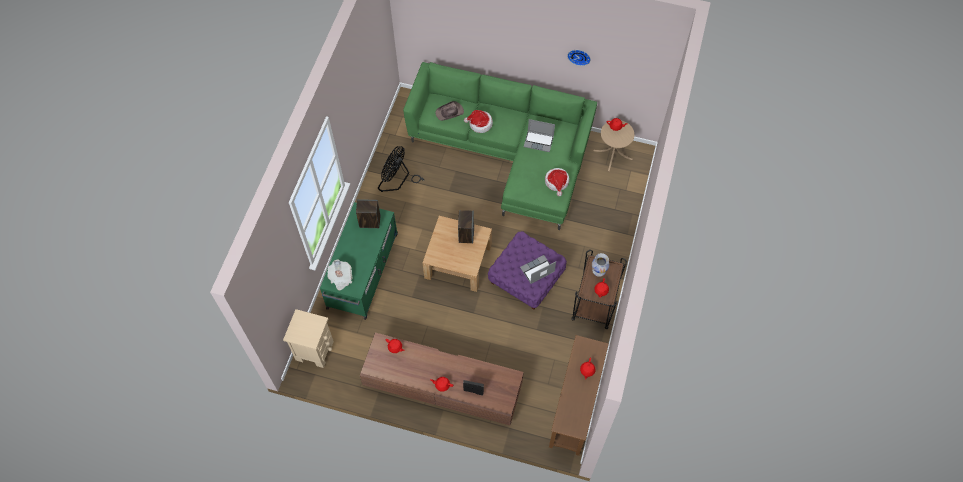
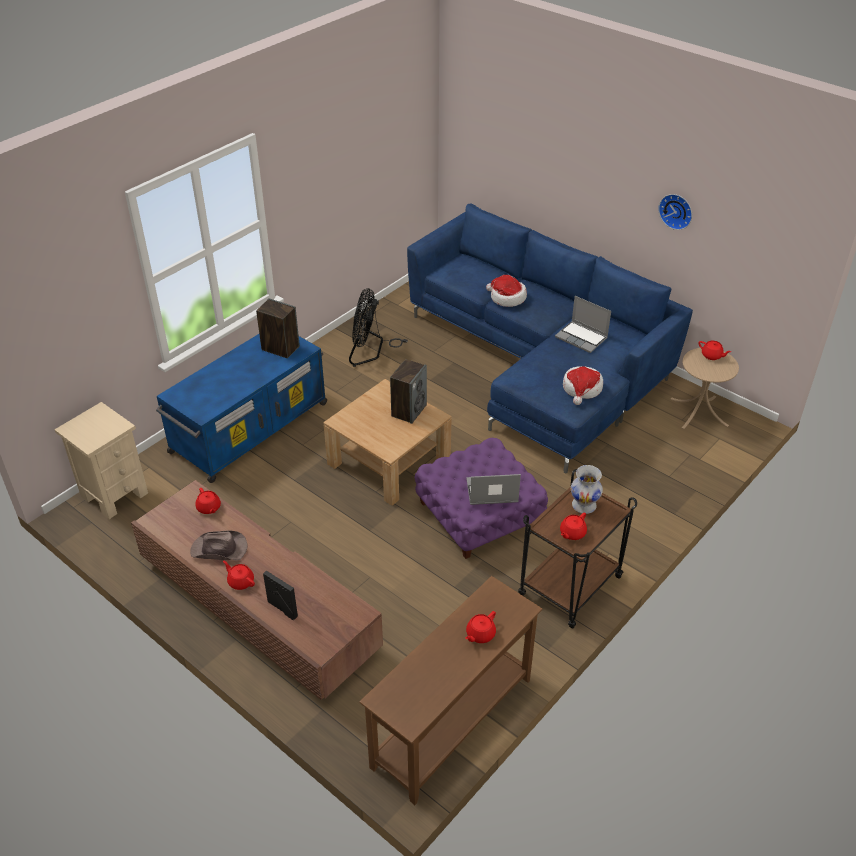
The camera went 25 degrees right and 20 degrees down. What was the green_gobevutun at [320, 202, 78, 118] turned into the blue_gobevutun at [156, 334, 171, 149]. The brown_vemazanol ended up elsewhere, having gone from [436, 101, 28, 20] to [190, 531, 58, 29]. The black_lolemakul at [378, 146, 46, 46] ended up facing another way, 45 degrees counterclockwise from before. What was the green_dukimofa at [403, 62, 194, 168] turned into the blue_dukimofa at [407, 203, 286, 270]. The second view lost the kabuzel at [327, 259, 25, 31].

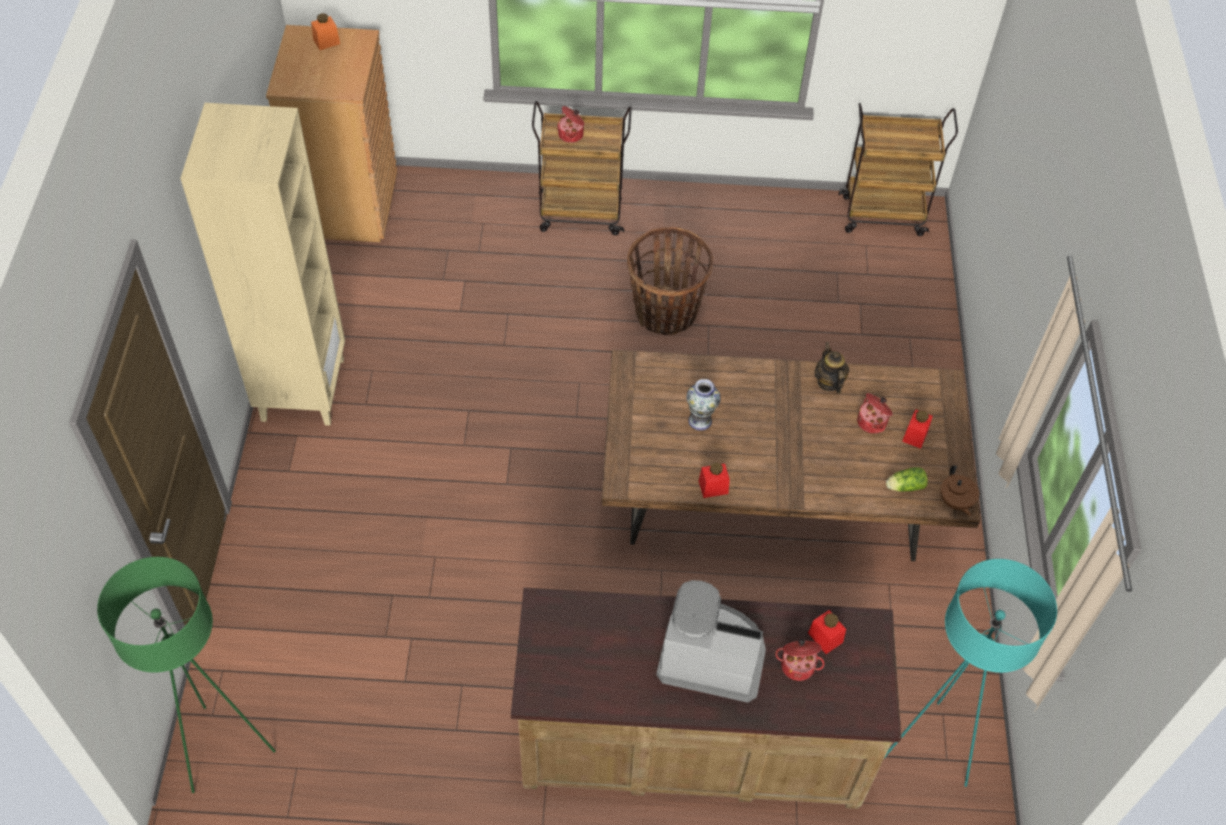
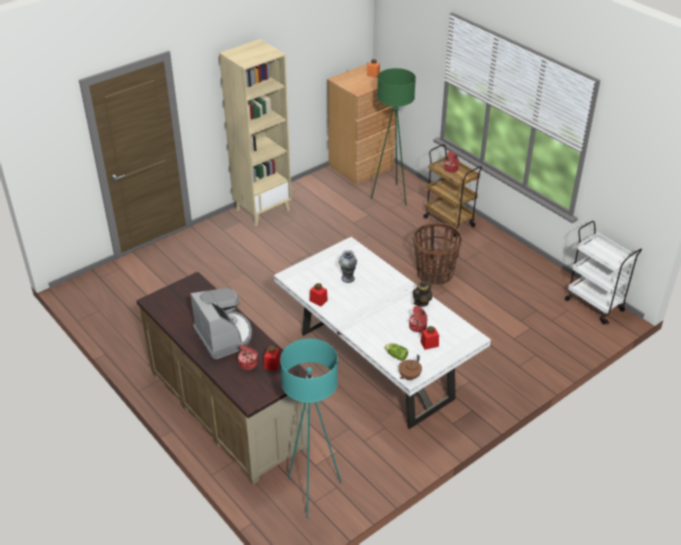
The camera went 50 degrees right and 15 degrees down. What was the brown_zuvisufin at [602, 350, 379, 211] turned into the white_zuvisufin at [274, 237, 217, 192]. The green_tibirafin ended up elsewhere, having gone from [97, 557, 179, 236] to [371, 68, 45, 138]. What was the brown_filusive at [839, 103, 119, 133] turned into the white_filusive at [565, 221, 77, 103].

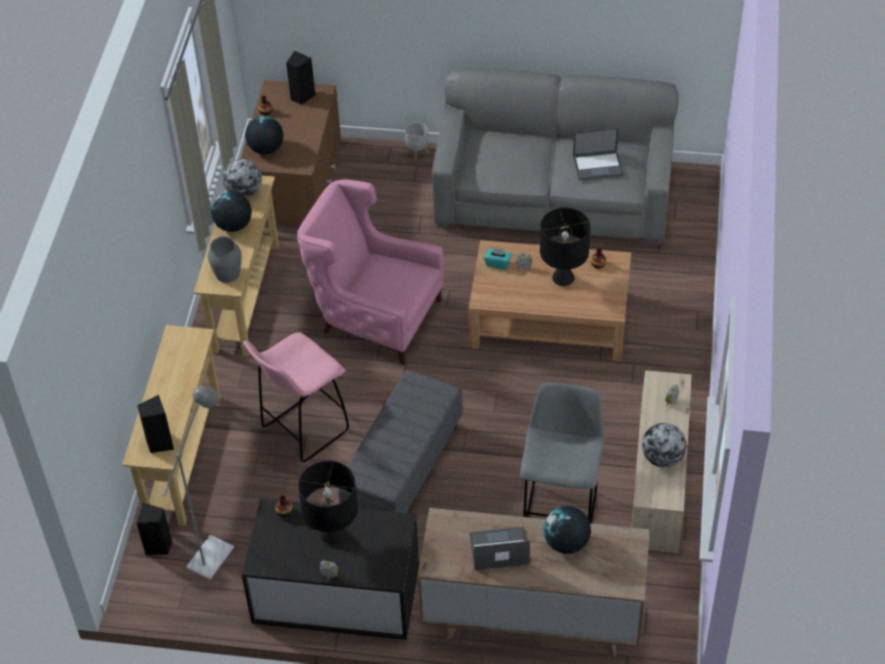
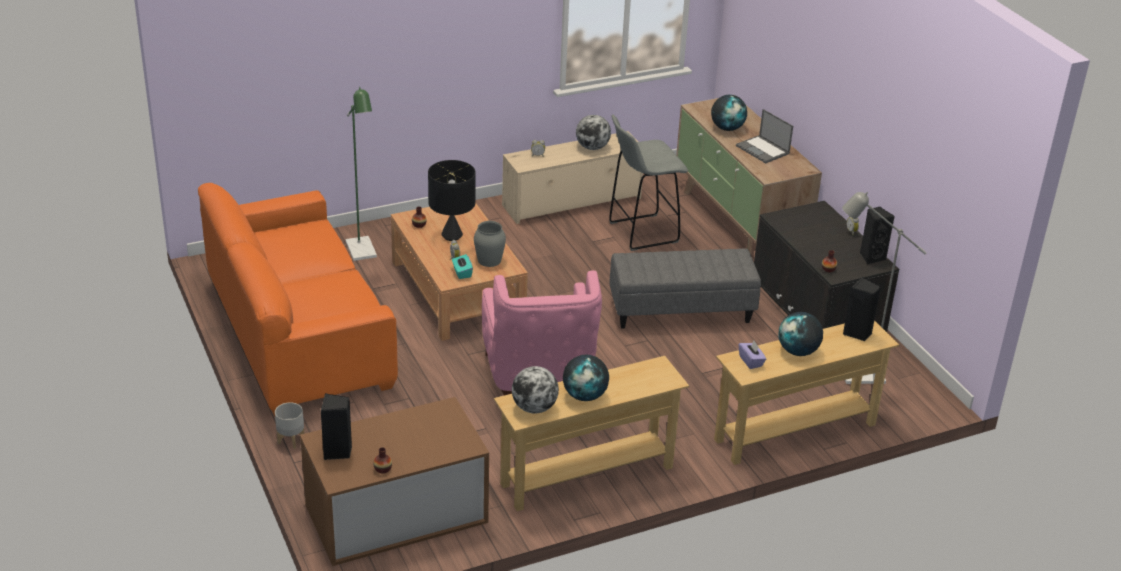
The camera went 125 degrees left and 15 degrees down. What was the grey_dukimofa at [432, 68, 247, 177] turned into the orange_dukimofa at [198, 183, 200, 233]. The second view gained the green_tibirafin at [346, 87, 31, 174]. The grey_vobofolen ended up elsewhere, having gone from [208, 236, 33, 47] to [474, 221, 32, 46]. The second view gained the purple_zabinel at [739, 341, 27, 28]. The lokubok ended up elsewhere, having gone from [245, 116, 39, 39] to [778, 312, 45, 44]. The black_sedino ended up elsewhere, having gone from [137, 503, 35, 53] to [860, 207, 35, 58]. The second view lost the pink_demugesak at [244, 332, 105, 132]. The second view lost the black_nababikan at [298, 461, 60, 83]. The second view lost the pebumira at [573, 128, 50, 53].

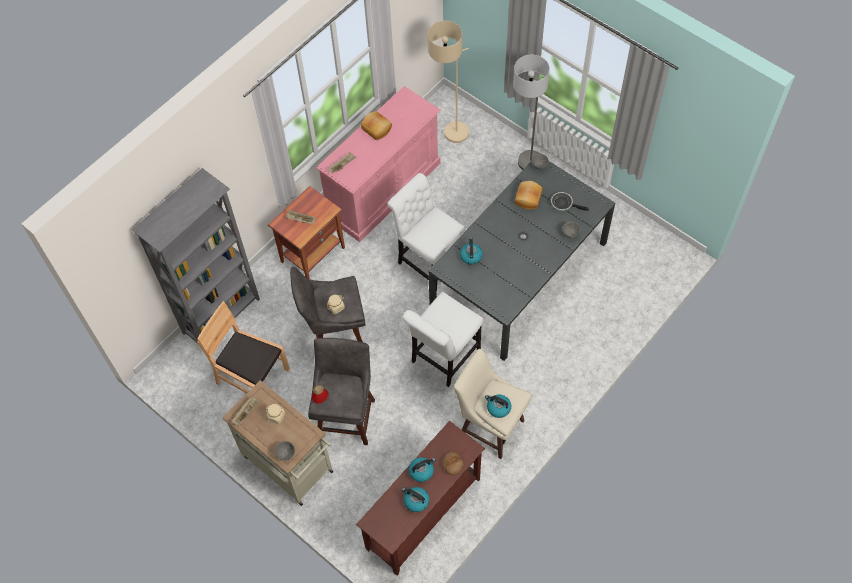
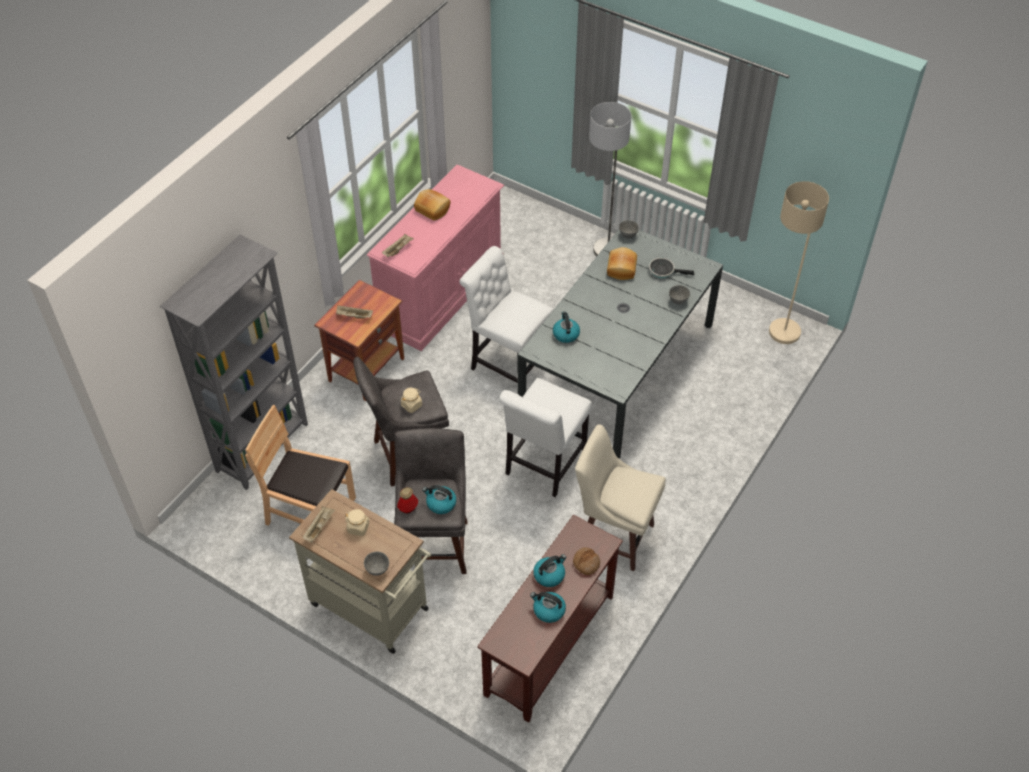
The camera went 10 degrees left and 10 degrees down. The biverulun ended up elsewhere, having gone from [485, 394, 26, 24] to [422, 485, 34, 29]. The beige_tibirafin ended up elsewhere, having gone from [428, 21, 41, 122] to [769, 181, 60, 163].

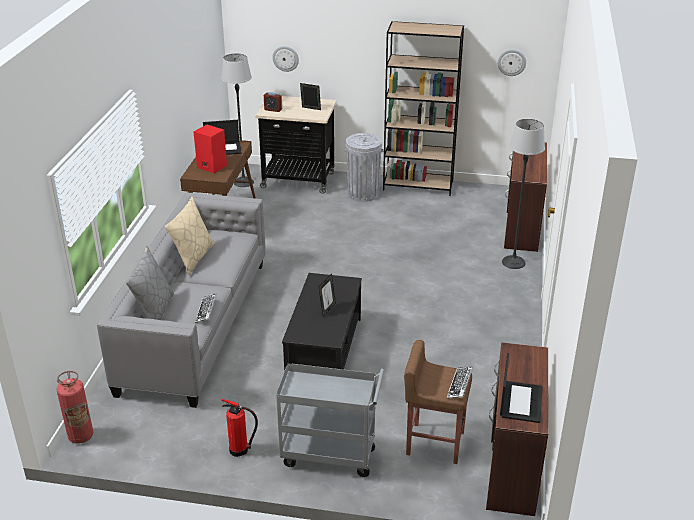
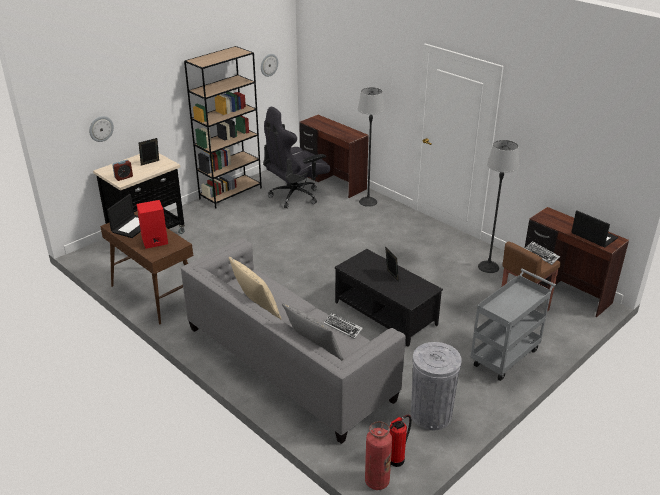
The camera went 55 degrees left and 0 degrees up. The second view gained the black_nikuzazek at [263, 107, 68, 102]. The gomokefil ended up elsewhere, having gone from [222, 399, 36, 58] to [390, 415, 22, 52]. The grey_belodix ended up elsewhere, having gone from [345, 133, 38, 69] to [411, 342, 51, 88]. The tibirafin ended up elsewhere, having gone from [221, 53, 33, 134] to [478, 140, 41, 133].

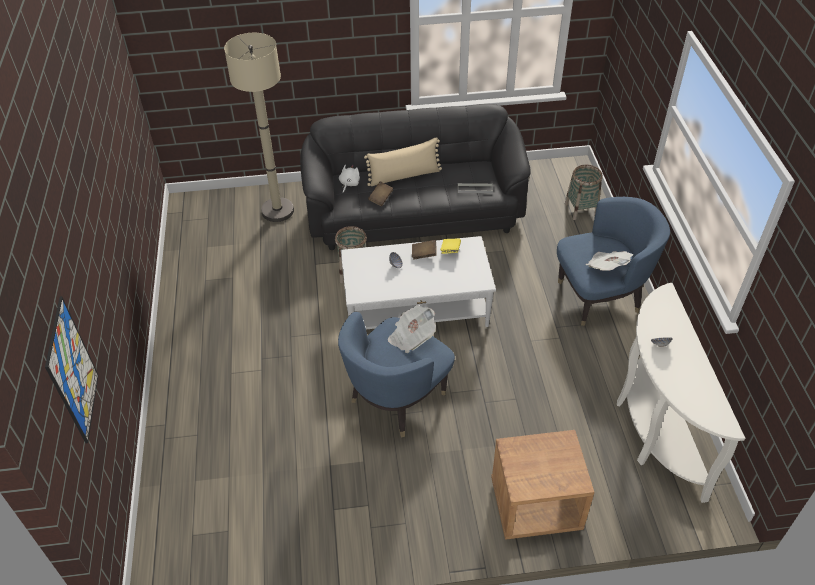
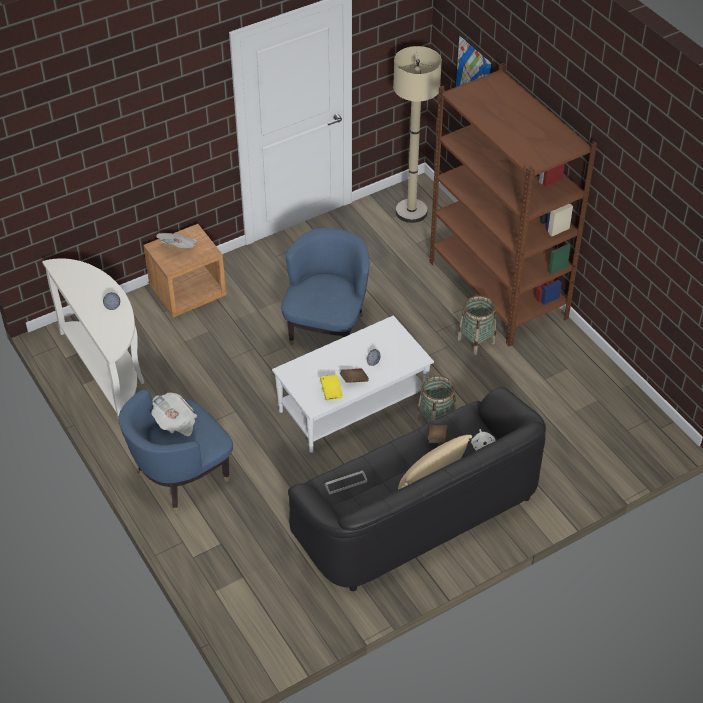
The camera went 155 degrees right and 0 degrees up. The kabuzel ended up elsewhere, having gone from [388, 305, 48, 48] to [156, 233, 41, 16]. The beige_tibirafin ended up elsewhere, having gone from [224, 33, 70, 189] to [393, 46, 49, 177]. The second view gained the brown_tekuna at [430, 63, 167, 283]. The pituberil ended up elsewhere, having gone from [565, 165, 37, 55] to [457, 296, 39, 59].

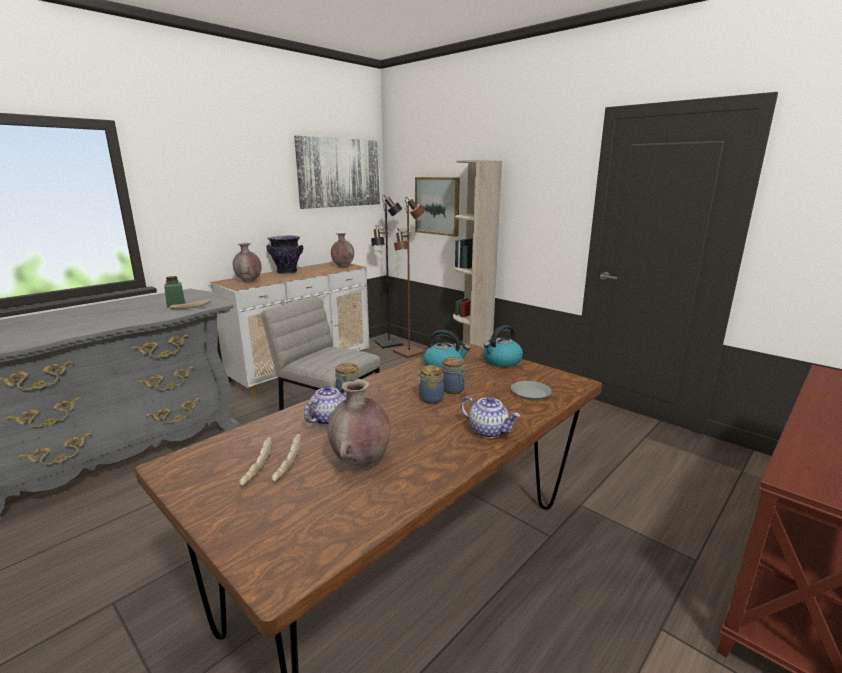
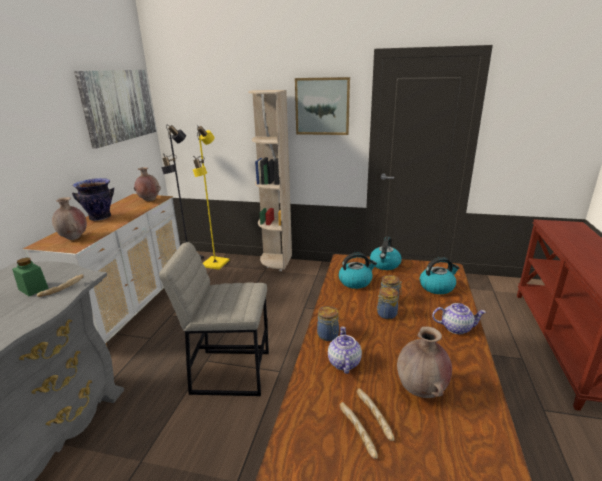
The camera went 30 degrees left and 5 degrees up. What was the brown_tibirafin at [393, 197, 33, 161] turned into the yellow_tibirafin at [193, 125, 36, 145]. The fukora ended up elsewhere, having gone from [415, 177, 45, 60] to [295, 77, 55, 58]. Where the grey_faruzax stood at [511, 381, 40, 19], the biverulun came to stand at [420, 257, 40, 37].

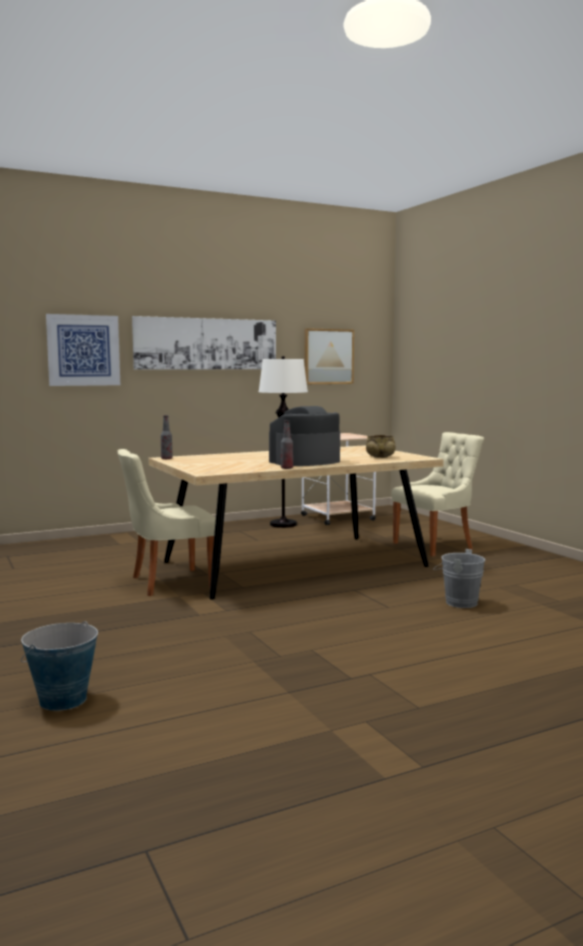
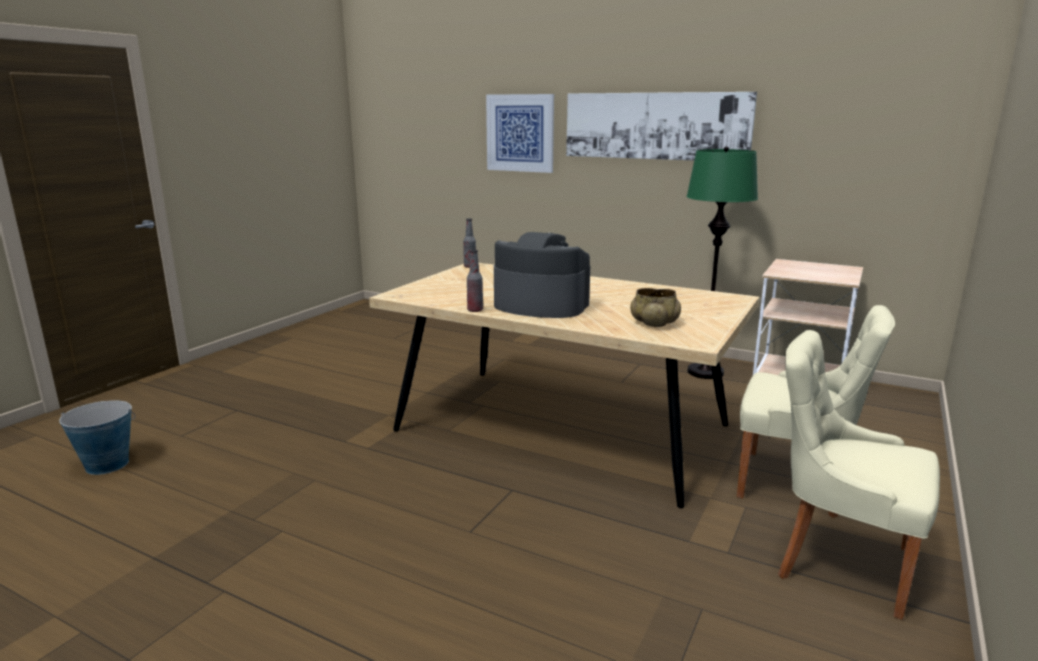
The camera went 55 degrees right and 10 degrees up. What was the white_tibirafin at [259, 356, 49, 172] turned into the green_tibirafin at [686, 146, 72, 233]. The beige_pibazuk ended up elsewhere, having gone from [117, 449, 99, 147] to [778, 330, 162, 290]. The second view lost the fukora at [305, 328, 49, 56]. The second view lost the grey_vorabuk at [433, 549, 52, 59].

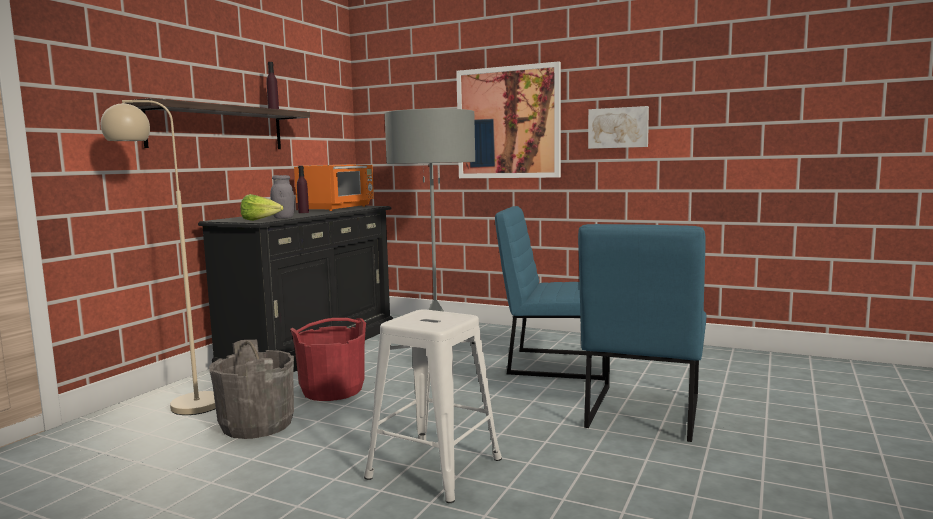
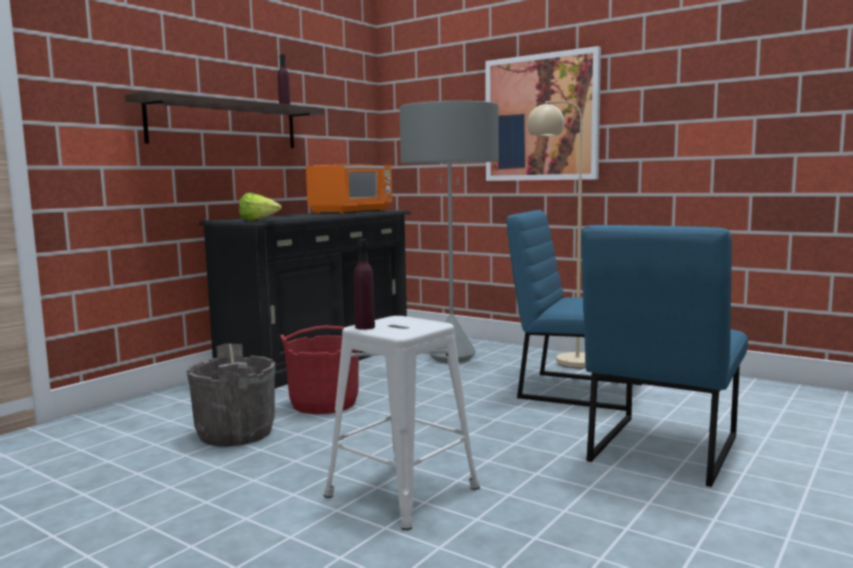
The camera went 10 degrees right and 0 degrees up. The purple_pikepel ended up elsewhere, having gone from [297, 166, 12, 47] to [354, 239, 21, 91]. The beige_tibirafin ended up elsewhere, having gone from [101, 100, 115, 315] to [527, 101, 59, 267]. The second view lost the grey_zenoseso at [270, 175, 25, 44]. The second view lost the fukora at [588, 106, 61, 43].

